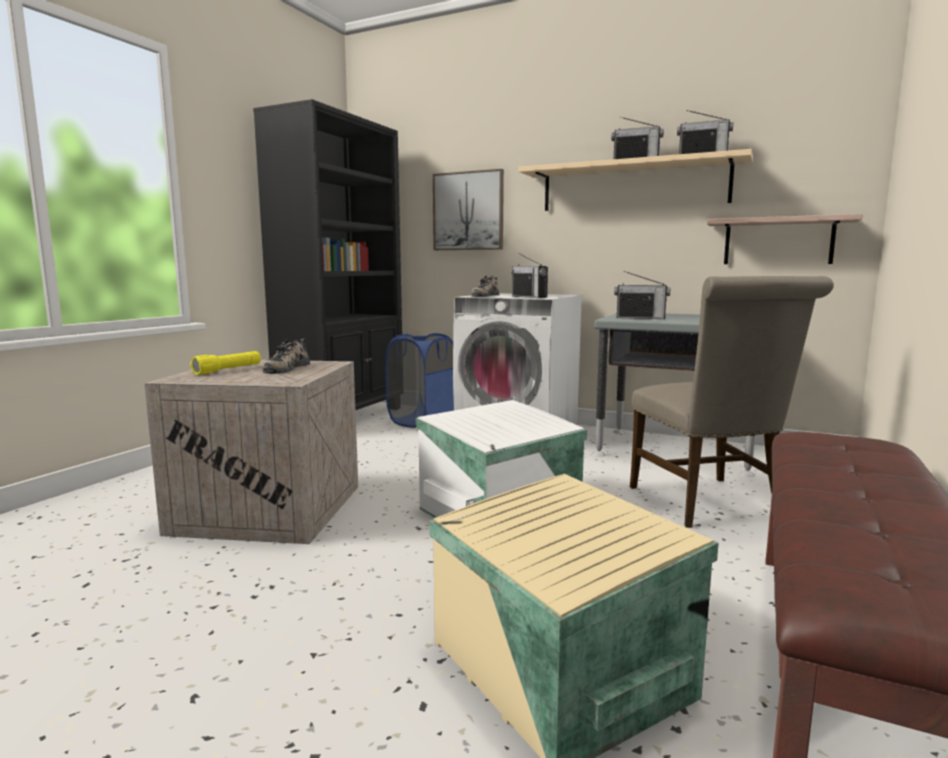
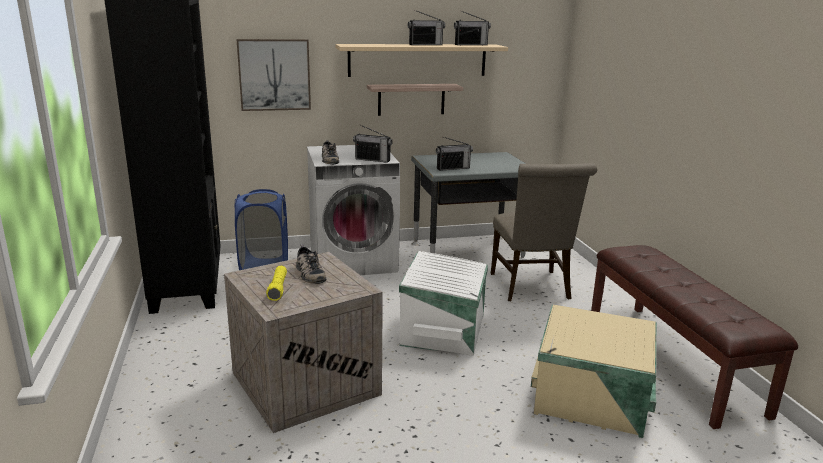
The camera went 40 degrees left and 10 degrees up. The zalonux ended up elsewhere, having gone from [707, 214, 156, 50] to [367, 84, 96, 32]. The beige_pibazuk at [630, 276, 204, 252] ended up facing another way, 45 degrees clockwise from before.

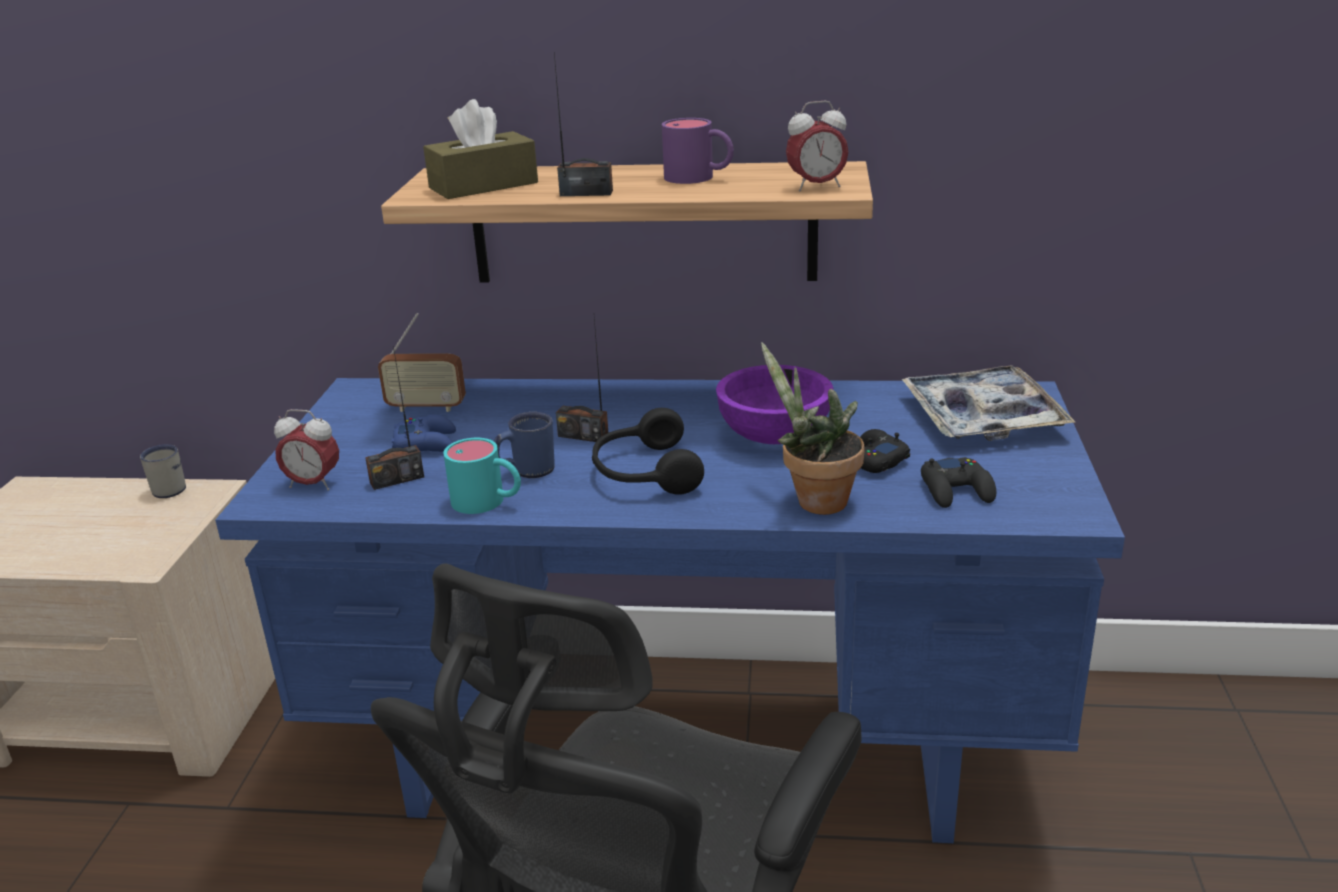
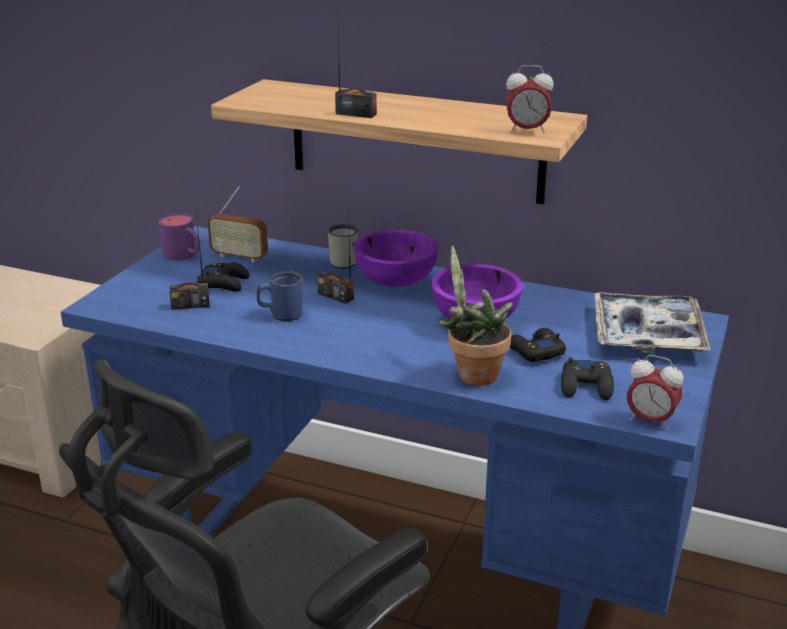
The camera went 15 degrees right and 0 degrees up. The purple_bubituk ended up elsewhere, having gone from [662, 118, 72, 66] to [158, 214, 42, 47]. What was the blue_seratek at [391, 414, 65, 38] turned into the black_seratek at [197, 262, 53, 30]. The white_bubituk ended up elsewhere, having gone from [140, 444, 46, 54] to [328, 224, 30, 45]. The second view gained the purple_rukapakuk at [354, 230, 85, 57]. The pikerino ended up elsewhere, having gone from [274, 409, 65, 81] to [627, 355, 57, 75]. The second view lost the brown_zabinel at [423, 99, 115, 100]. The second view lost the turquoise_bubituk at [443, 438, 78, 76]. The second view lost the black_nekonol at [592, 408, 112, 87].

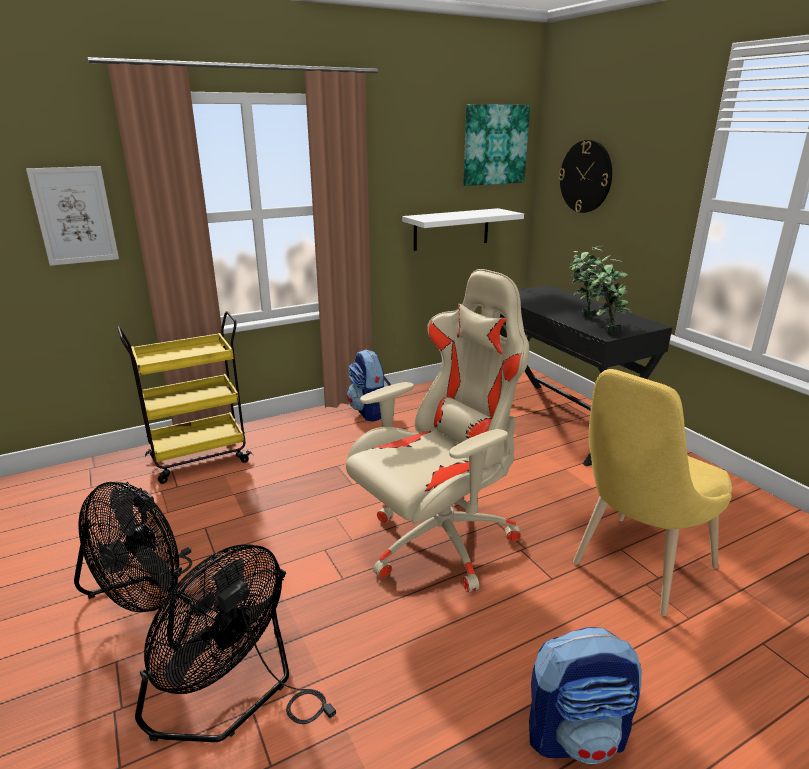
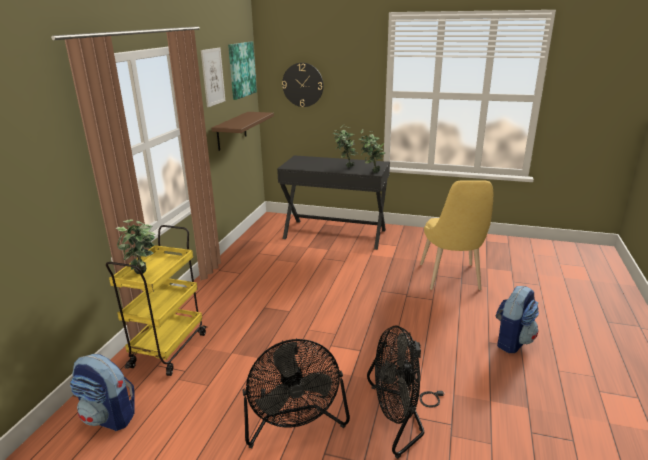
The camera went 45 degrees left and 0 degrees up. The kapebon ended up elsewhere, having gone from [347, 349, 44, 73] to [70, 354, 65, 77]. The second view gained the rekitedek at [115, 219, 40, 55]. The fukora ended up elsewhere, having gone from [26, 166, 93, 100] to [201, 48, 24, 59]. What was the white_zalonux at [402, 208, 122, 43] turned into the brown_zalonux at [211, 112, 63, 39]. The second view lost the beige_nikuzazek at [346, 269, 183, 323].

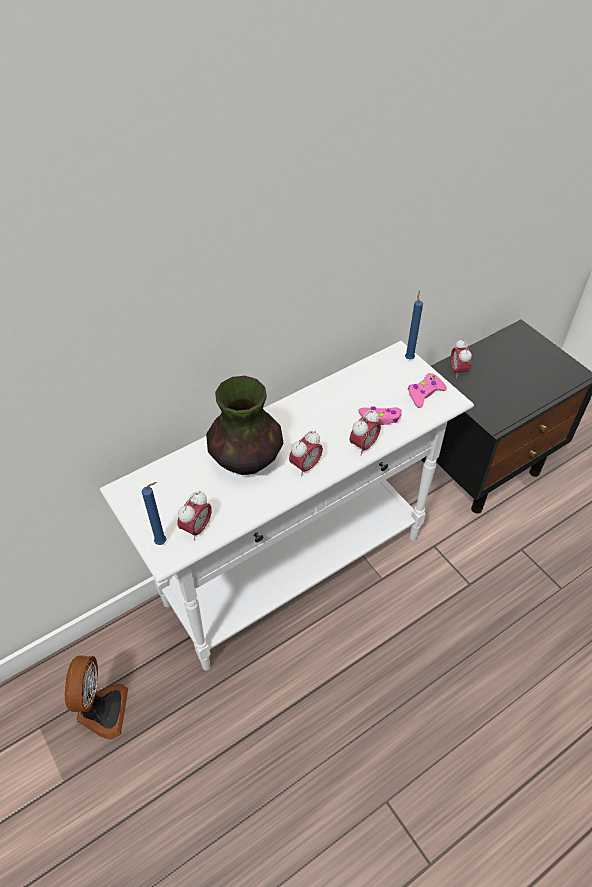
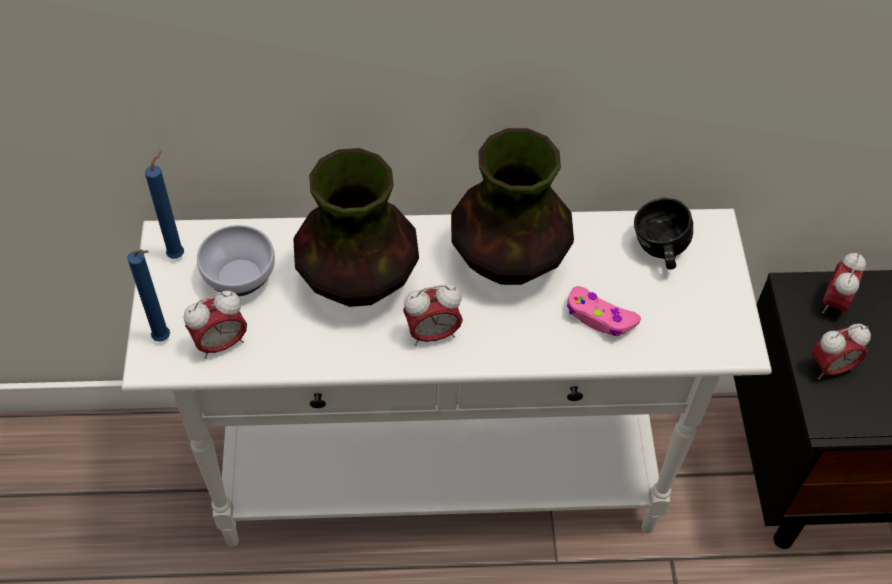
The camera went 30 degrees right and 5 degrees up. The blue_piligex ended up elsewhere, having gone from [405, 291, 18, 68] to [145, 150, 39, 109]. The second view gained the rukapakuk at [197, 225, 78, 71]. The second view gained the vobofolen at [451, 128, 123, 157]. The second view gained the black_bubituk at [634, 198, 59, 72]. The pikerino ended up elsewhere, having gone from [349, 410, 32, 45] to [811, 324, 60, 55]. The second view lost the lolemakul at [65, 655, 63, 85]. The second view lost the pink_seratek at [408, 373, 39, 35].

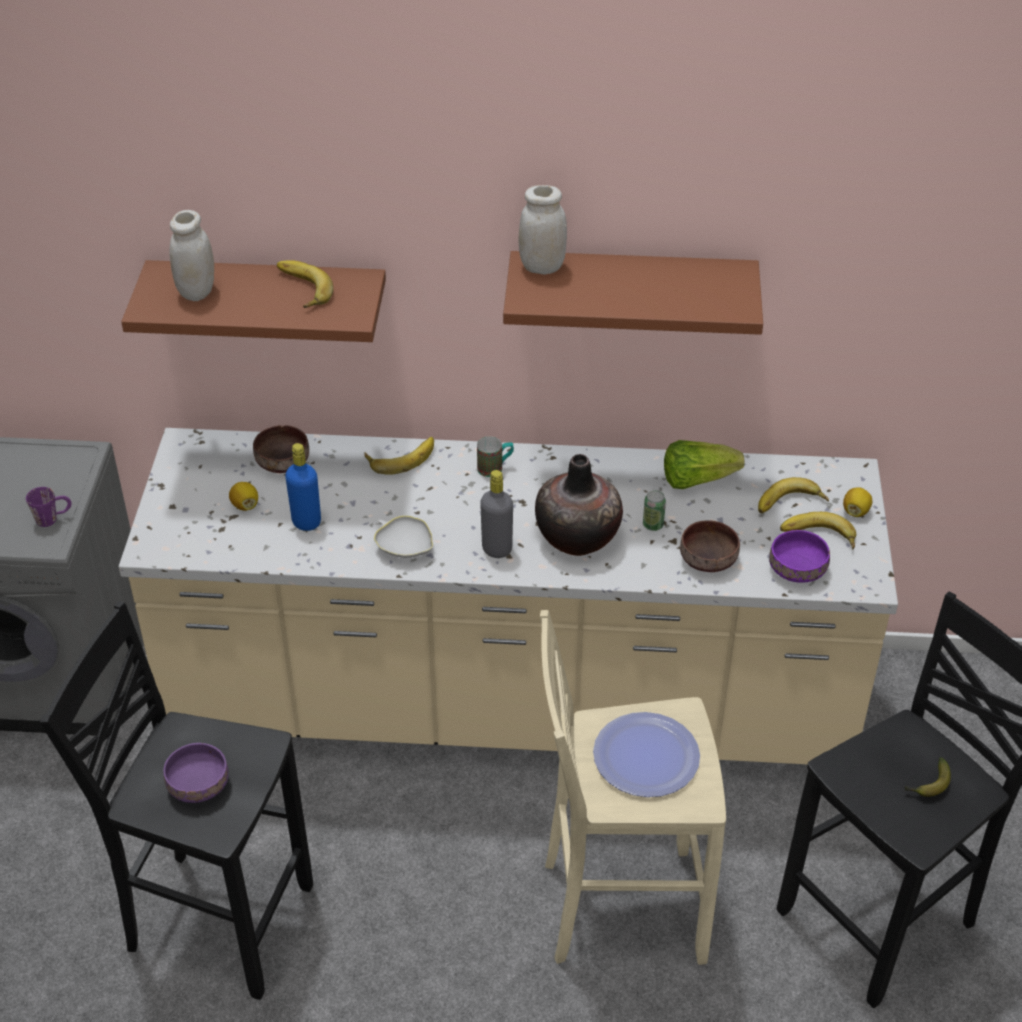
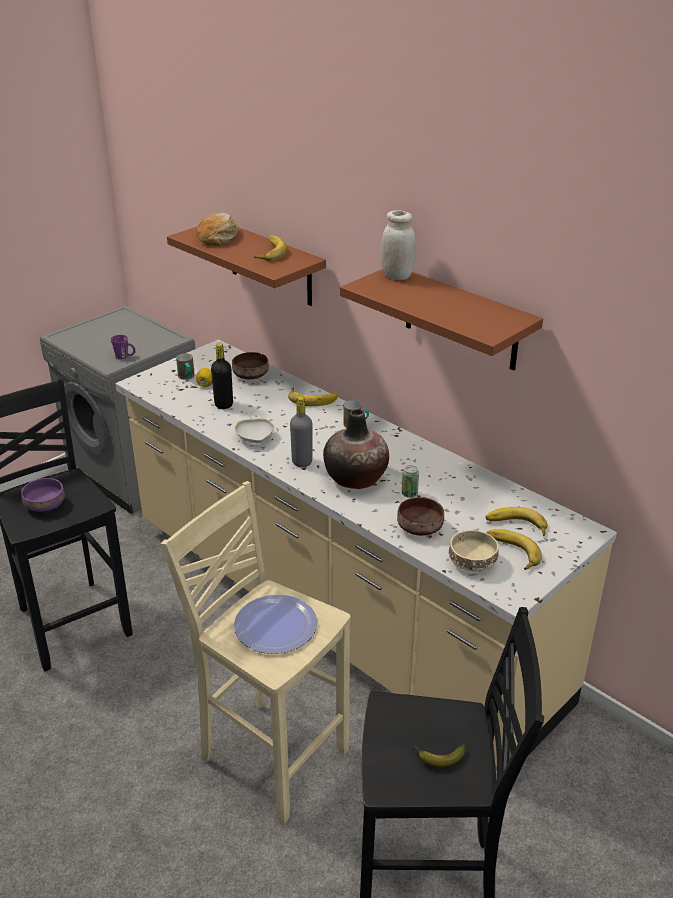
The camera went 40 degrees right and 10 degrees down. The second view gained the bubituk at [176, 353, 19, 27]. Where the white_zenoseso stood at [170, 210, 44, 91], the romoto came to stand at [196, 213, 42, 33]. What was the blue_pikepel at [285, 443, 36, 88] turned into the black_pikepel at [211, 343, 22, 66]. What was the purple_rukapakuk at [769, 530, 61, 53] turned into the beige_rukapakuk at [449, 530, 50, 42]. The second view lost the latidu at [664, 440, 80, 49]. The second view lost the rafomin at [843, 487, 29, 30].

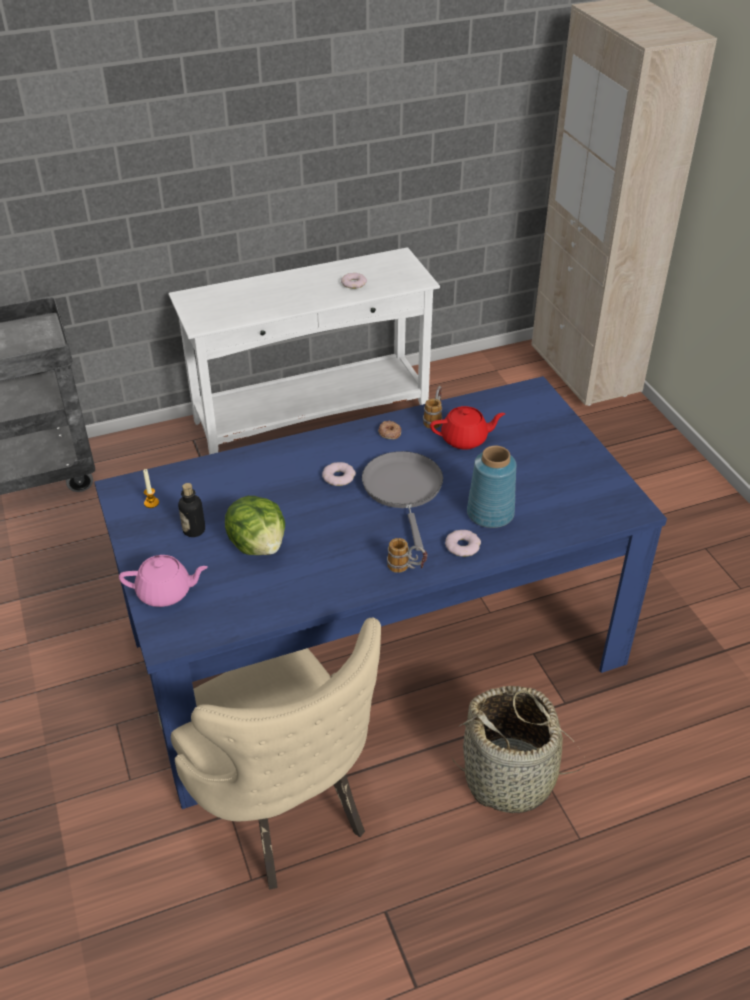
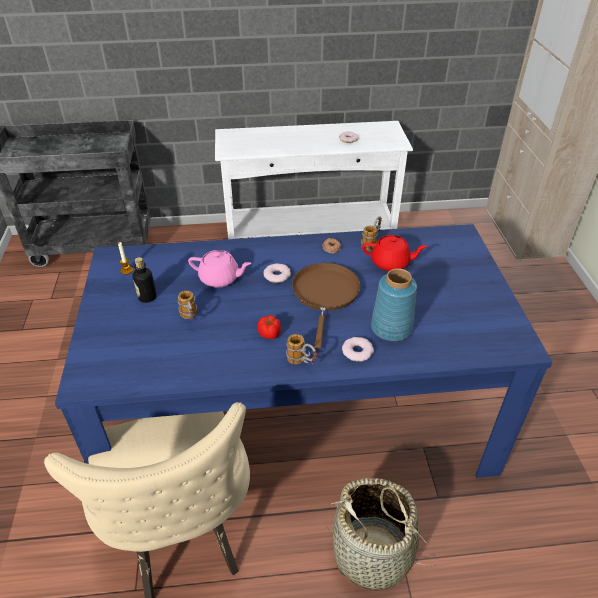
The camera went 15 degrees right and 0 degrees up. Where the latidu stood at [225, 496, 60, 59], the bubituk came to stand at [178, 291, 19, 31]. The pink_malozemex ended up elsewhere, having gone from [119, 555, 89, 52] to [188, 250, 63, 38]. The second view gained the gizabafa at [258, 315, 23, 24]. What was the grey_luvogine at [362, 451, 81, 100] turned into the brown_luvogine at [292, 263, 69, 86].

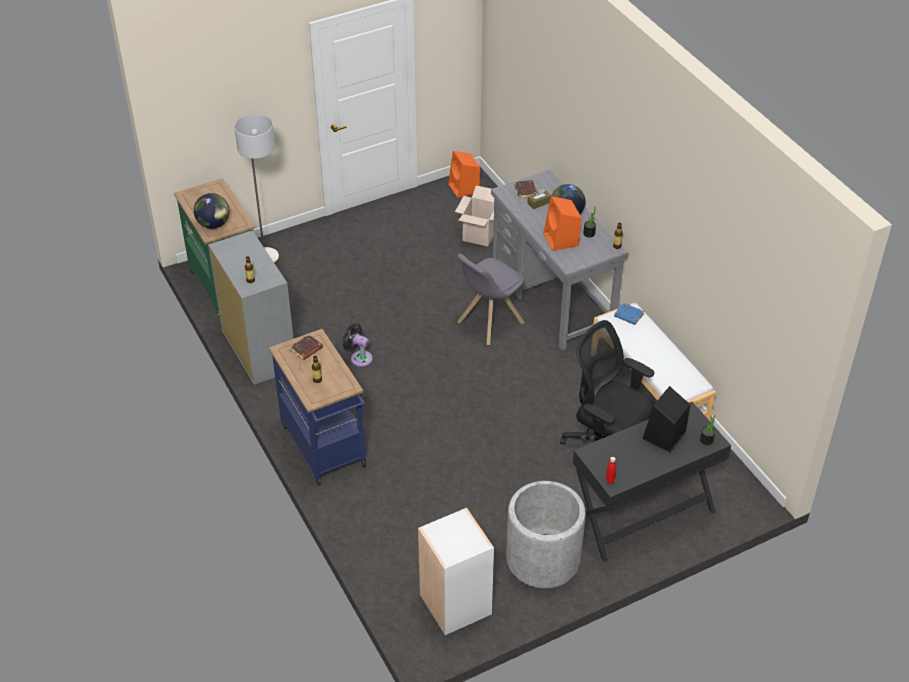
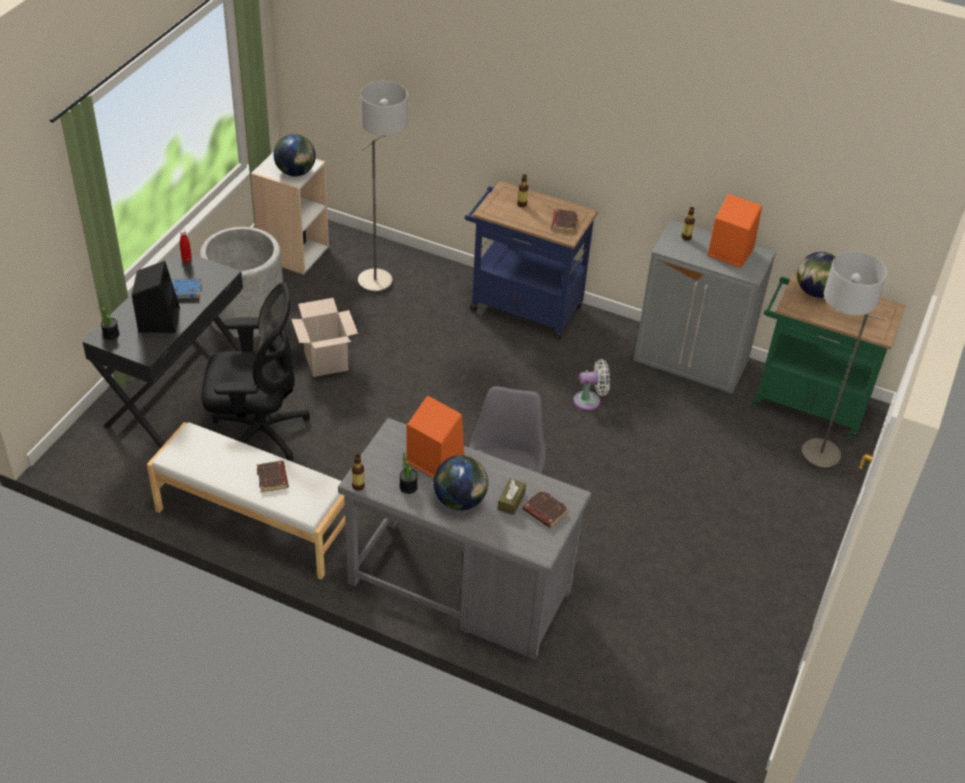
The camera went 140 degrees right and 0 degrees up. The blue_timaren ended up elsewhere, having gone from [614, 303, 30, 22] to [171, 279, 30, 20]. The second view gained the brown_timaren at [257, 461, 32, 31]. The second view gained the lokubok at [274, 134, 42, 42]. The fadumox ended up elsewhere, having gone from [455, 185, 39, 61] to [291, 298, 67, 79]. The second view gained the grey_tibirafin at [358, 81, 50, 213]. What was the black_lolemakul at [342, 323, 31, 44] turned into the white_lolemakul at [573, 359, 37, 52]. The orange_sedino ended up elsewhere, having gone from [448, 151, 32, 47] to [708, 194, 54, 74].

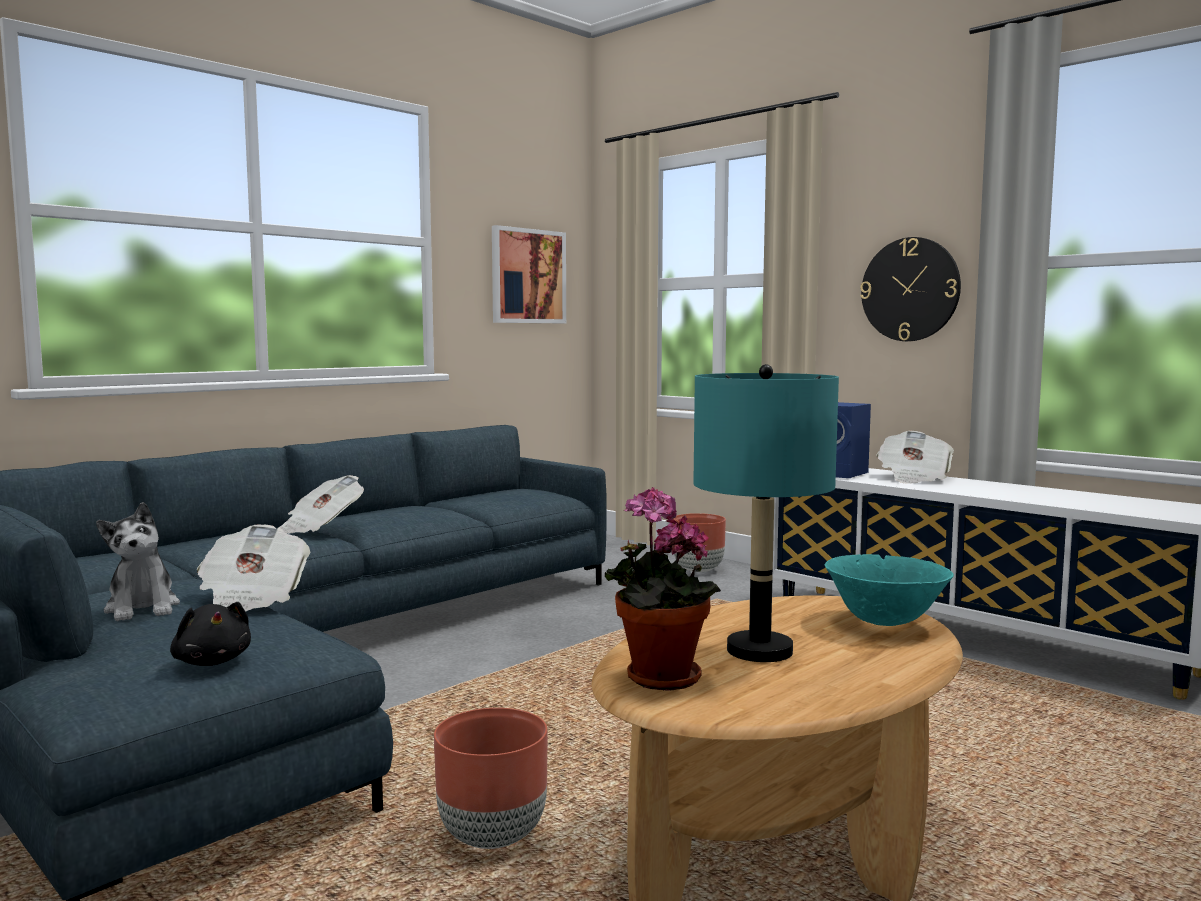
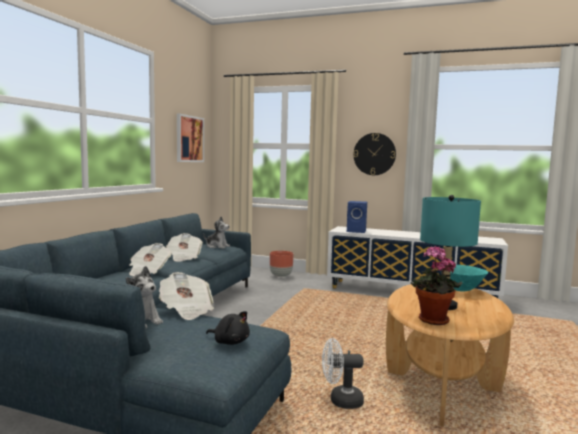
The camera went 25 degrees left and 0 degrees up. The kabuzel ended up elsewhere, having gone from [876, 431, 78, 53] to [166, 233, 37, 29]. The second view gained the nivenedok at [203, 217, 27, 32]. Where the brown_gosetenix stood at [434, 708, 114, 141], the white_lolemakul came to stand at [322, 338, 42, 71].

